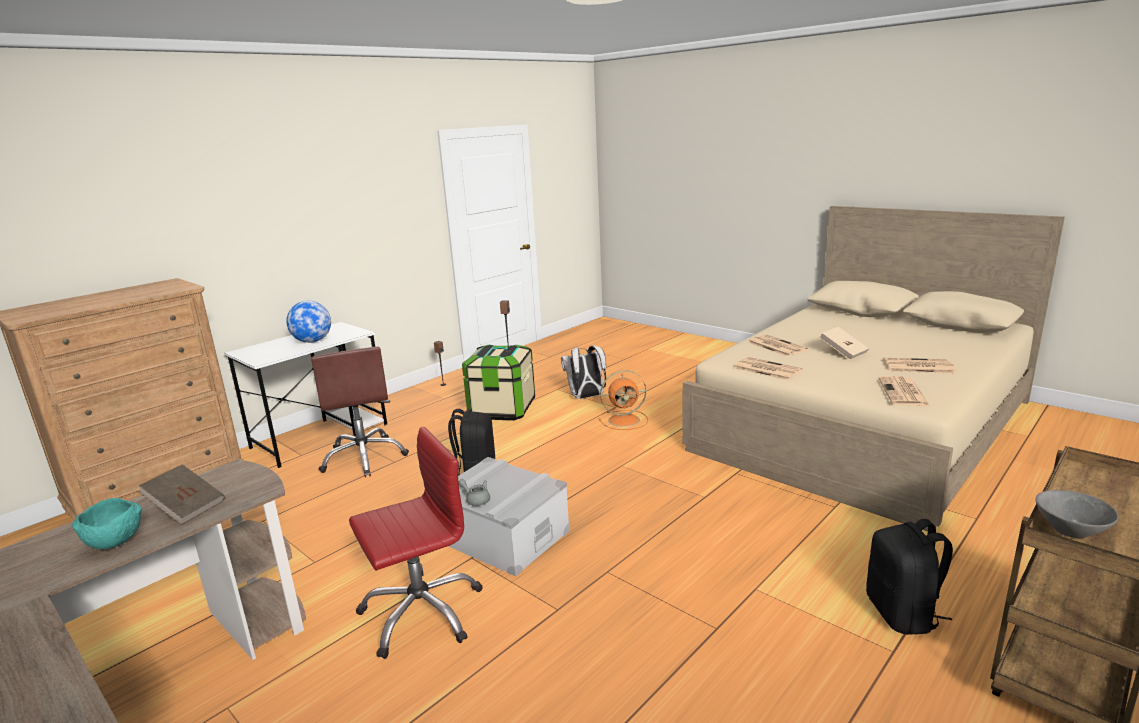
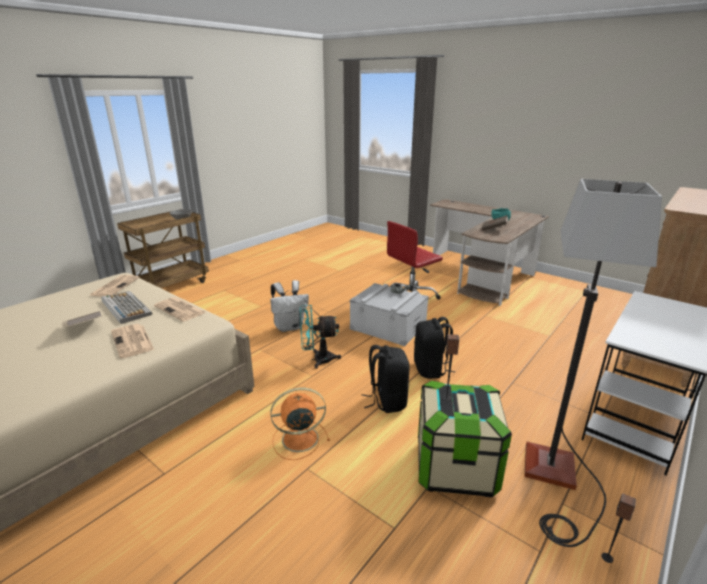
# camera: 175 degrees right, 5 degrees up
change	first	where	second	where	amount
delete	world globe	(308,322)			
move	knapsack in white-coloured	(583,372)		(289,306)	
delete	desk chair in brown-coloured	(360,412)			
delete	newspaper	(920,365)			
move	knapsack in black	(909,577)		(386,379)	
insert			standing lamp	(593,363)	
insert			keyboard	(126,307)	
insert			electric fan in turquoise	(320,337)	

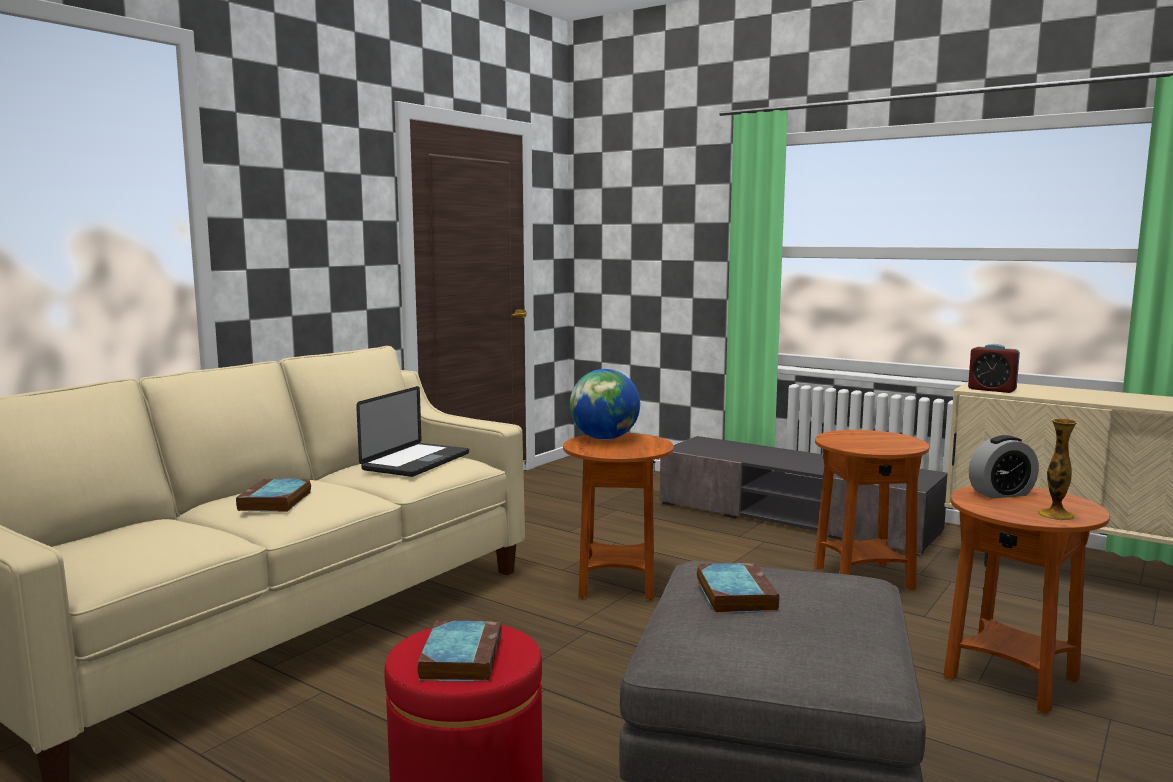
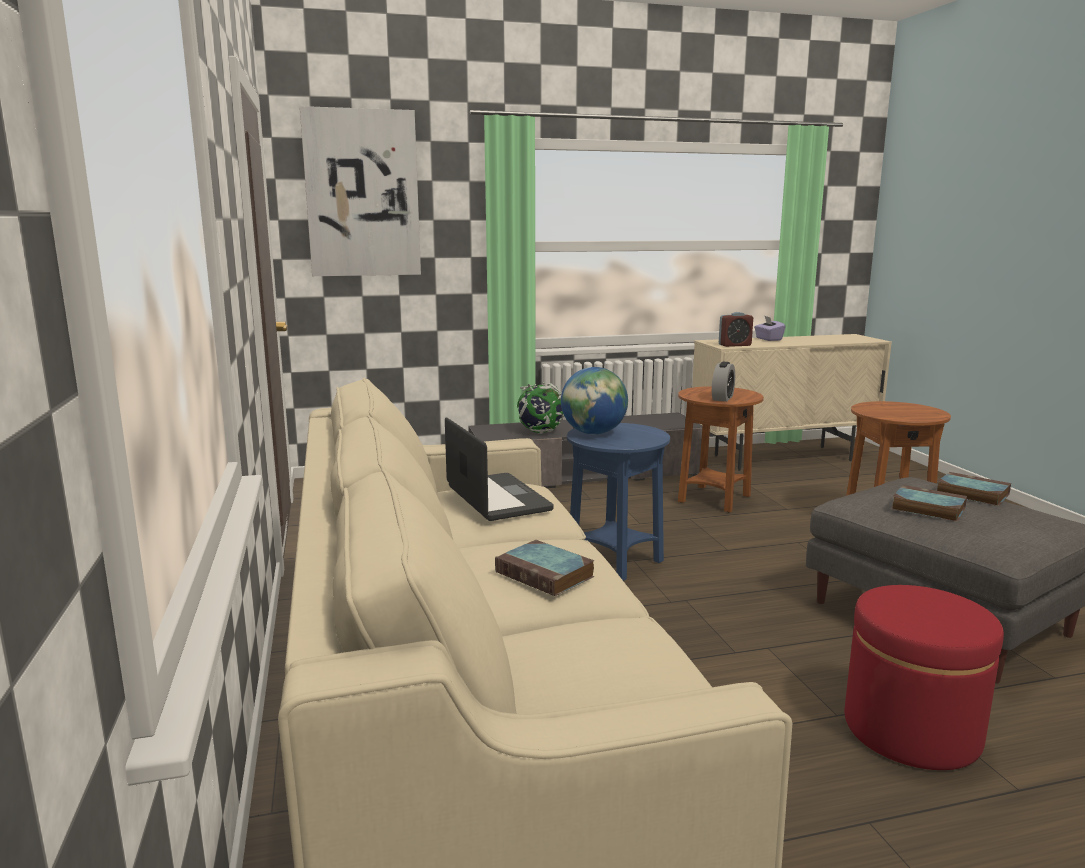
# camera: 50 degrees left, 5 degrees up
change	first	where	second	where	amount
delete	decorative vase	(1058,469)			
recolor	end table in brown-coloured	(618,516)	end table in bluish	(618,502)	
move	table clock	(1004,467)		(723,382)	
move	book	(459,651)		(974,489)	
insert			wall art	(360,191)	
insert			tissue holder in purple-coloured	(770,328)	
insert			world globe	(540,408)	

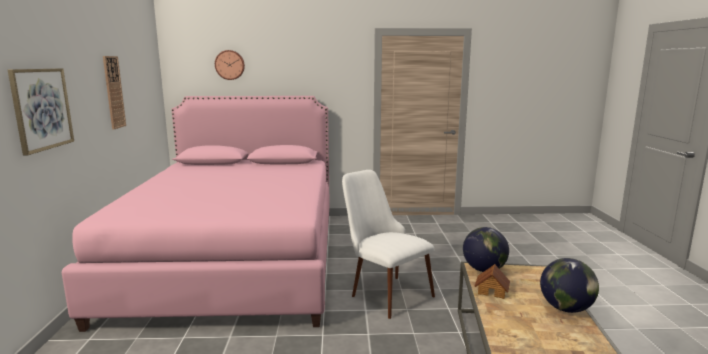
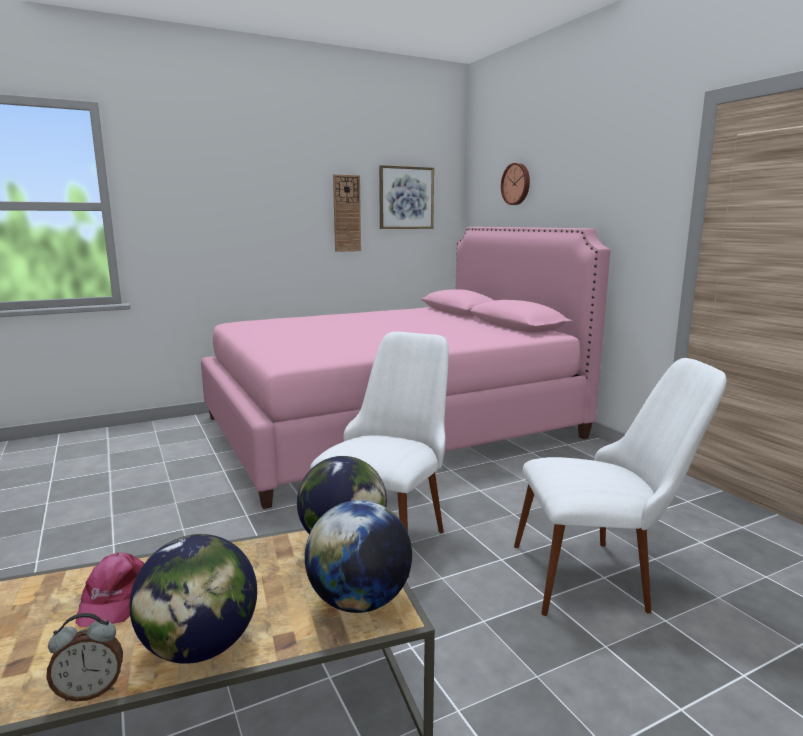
# camera: 65 degrees right, 0 degrees up
change	first	where	second	where	amount
move	wall art	(41,111)		(406,197)	
delete	model house	(492,281)			
insert			upright chair in white-coloured	(620,487)	
insert			world globe	(358,556)	
insert			cap in pink	(109,590)	
insert			table clock	(84,657)	

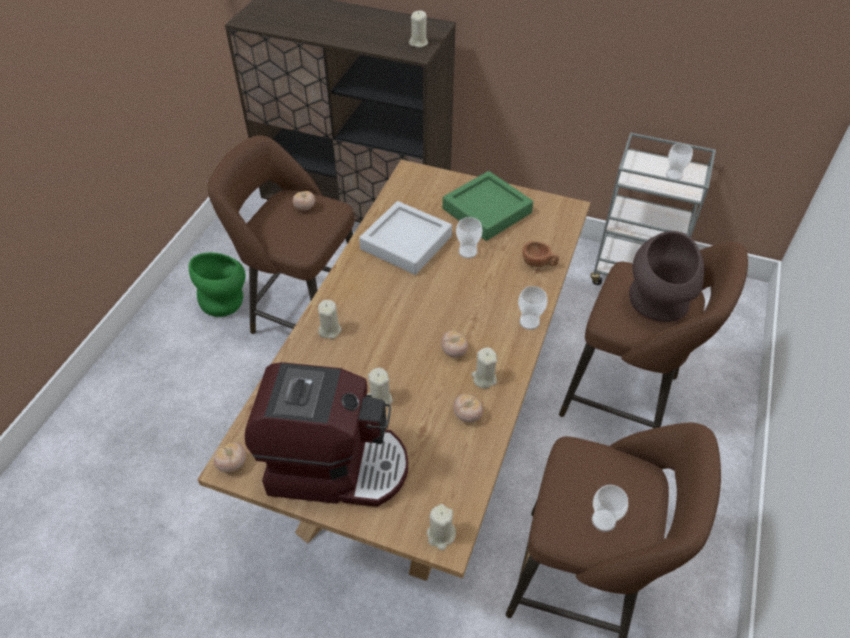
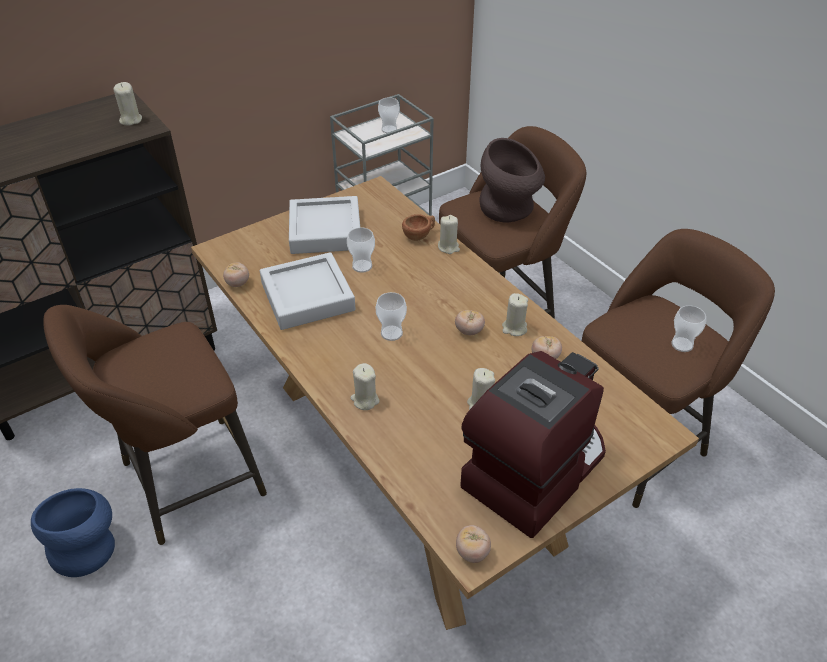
# camera: 55 degrees left, 5 degrees down
change	first	where	second	where	amount
recolor	serving tray in green-coloured	(487,206)	serving tray in greyish	(324,225)	
move	tomato	(304,201)		(236,274)	
recolor	decorative vase in green-coloured	(217,285)	decorative vase in bluish	(73,532)	
move	drinking cup	(533,308)		(391,316)	
move	wax candle in beige	(441,527)		(449,234)	

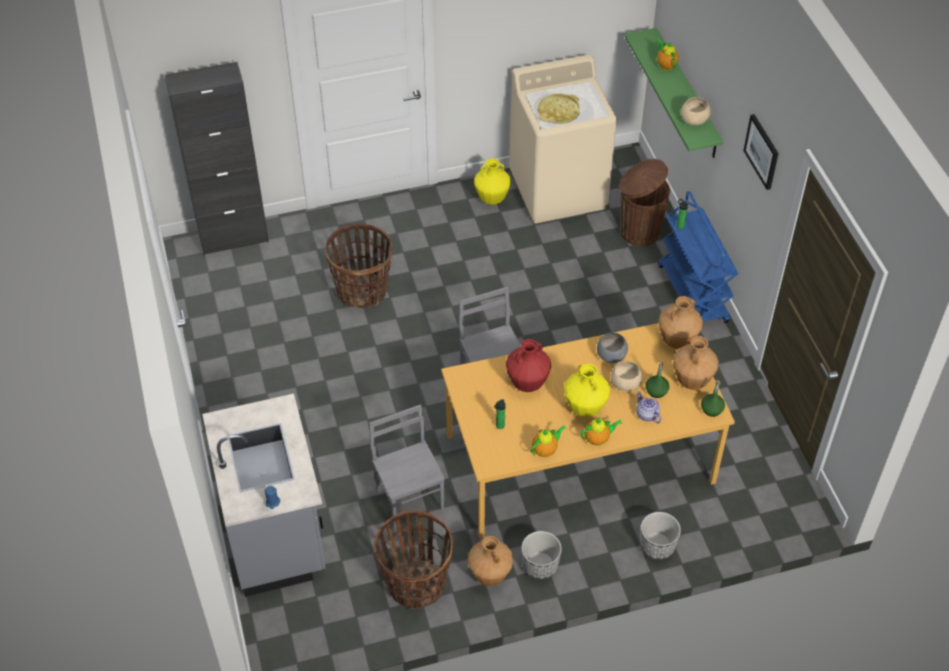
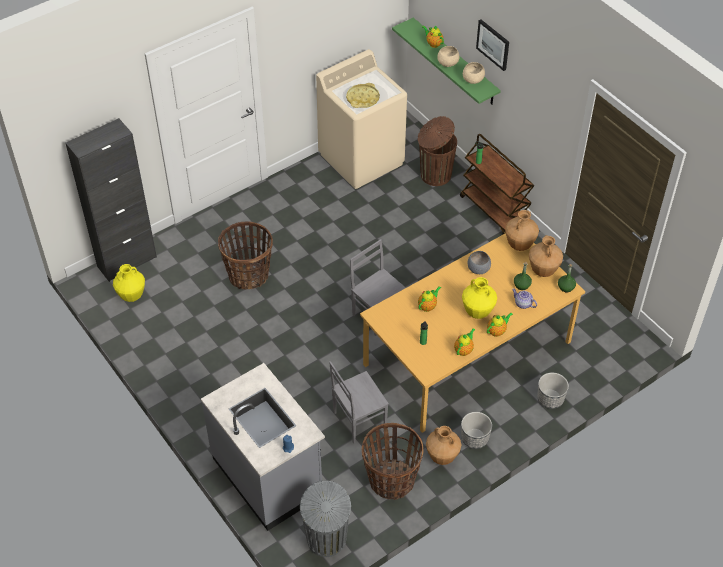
# camera: 20 degrees left, 0 degrees up
change	first	where	second	where	amount
move	wall art	(761,152)		(492,45)	
move	decorative vase in yellow-coloured	(492,181)		(129,283)	
recolor	cart in bluish	(698,257)	cart in brown-coloured	(497,184)	
replace	decorative vase in red-coloured	(528,365)	pot for tea	(429,299)	
move	serving bowl in beige	(626,376)		(448,56)	
rotate	upright chair in greyish	(407,466)		(359,402)	75 degrees counterclockwise
insert			rubbish bin in greyish	(325,518)	

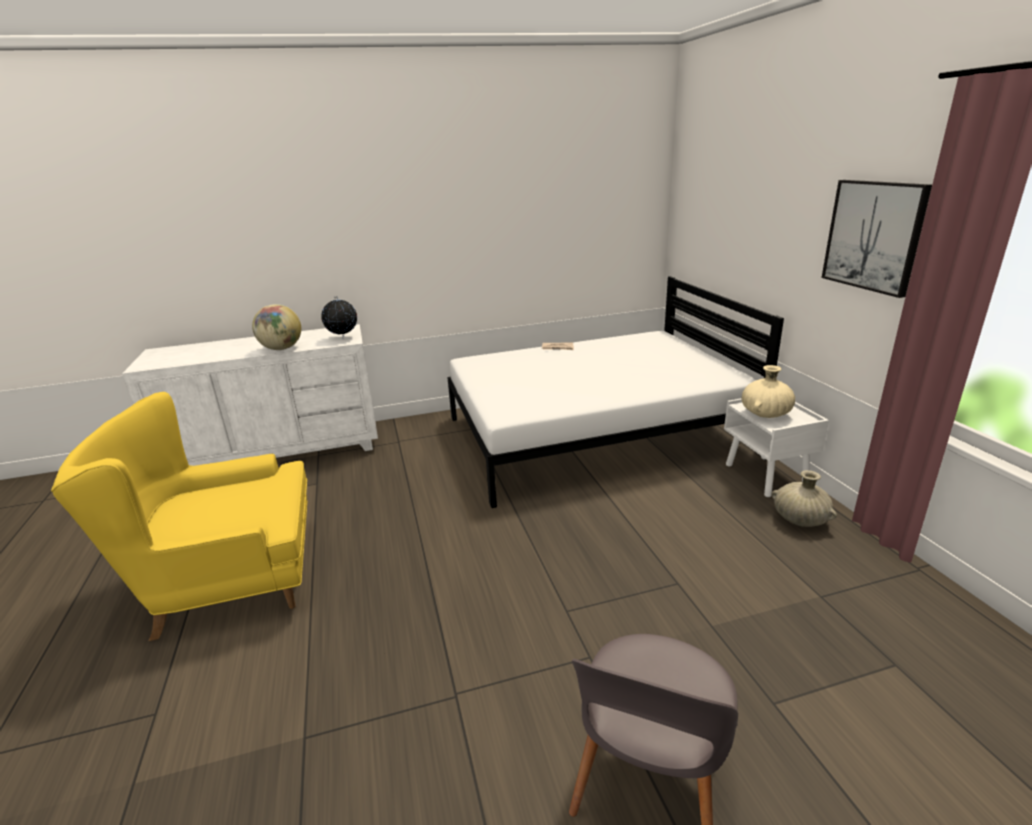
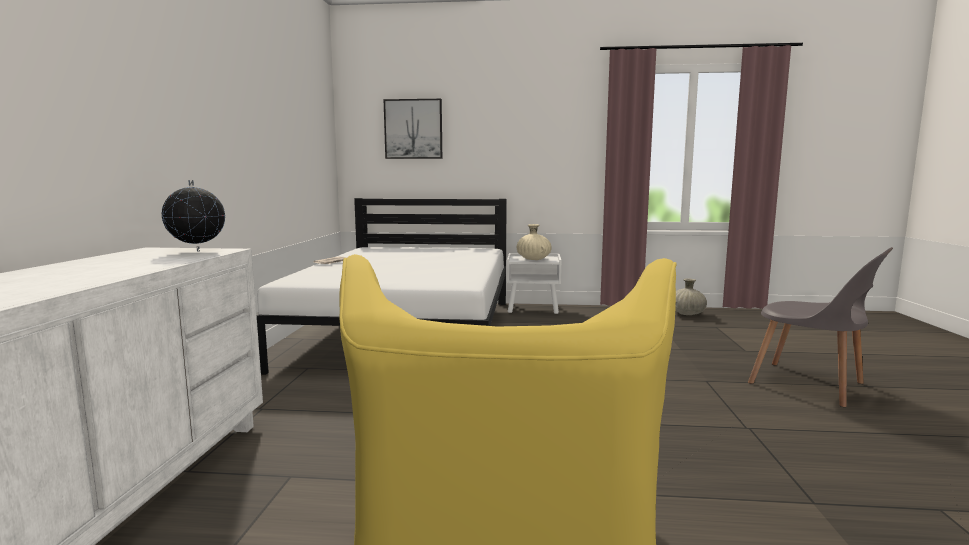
# camera: 70 degrees left, 15 degrees down
change	first	where	second	where	amount
move	wall art	(877,239)		(413,129)	
delete	world globe	(276,327)			
move	decorative vase in beige	(804,498)		(691,297)	

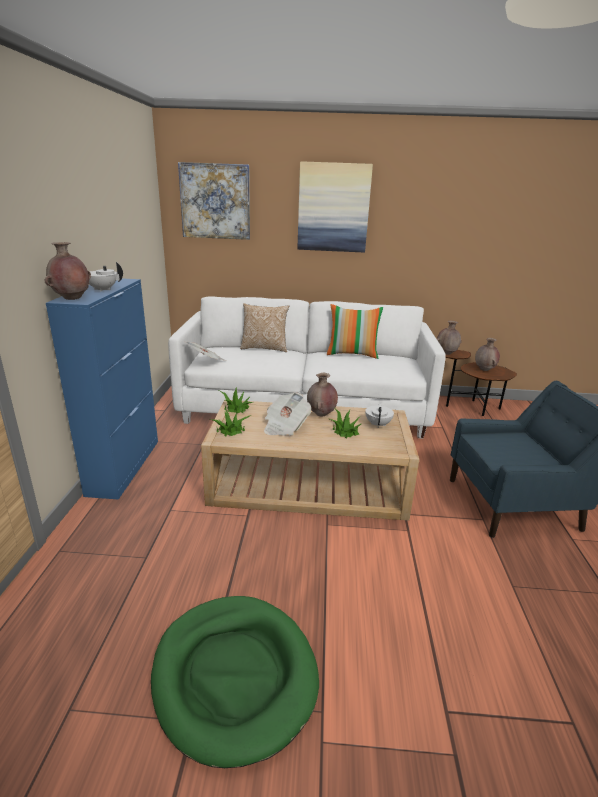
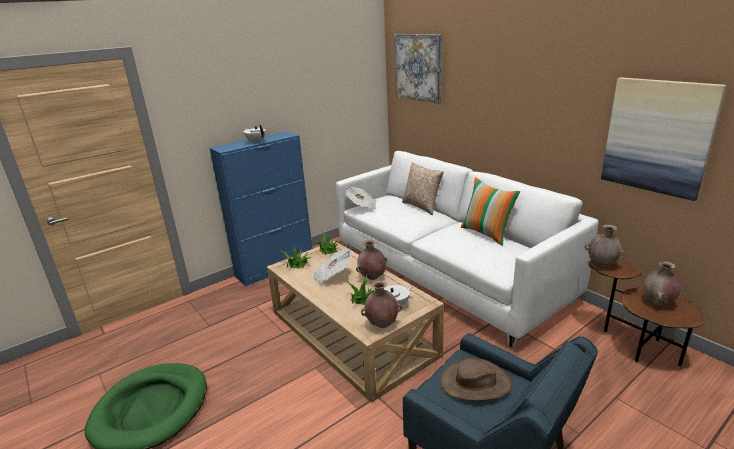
# camera: 50 degrees right, 0 degrees up
change	first	where	second	where	amount
move	wall art	(335,207)		(664,139)	
move	decorative vase in brown-coloured	(68,271)		(381,304)	
insert			clothing hat in brown-coloured	(476,379)	

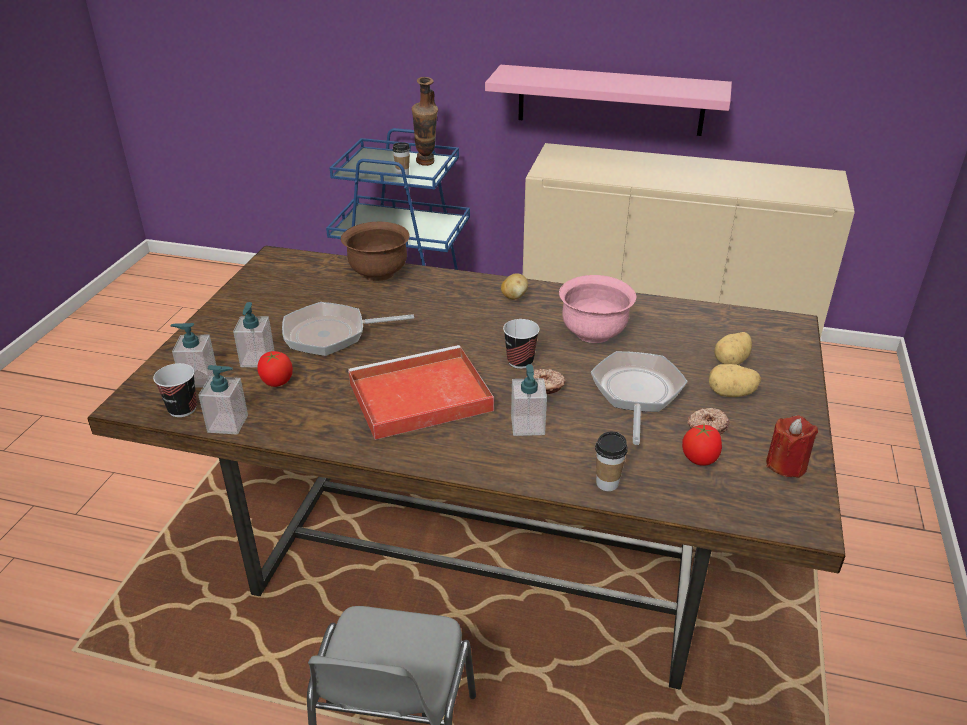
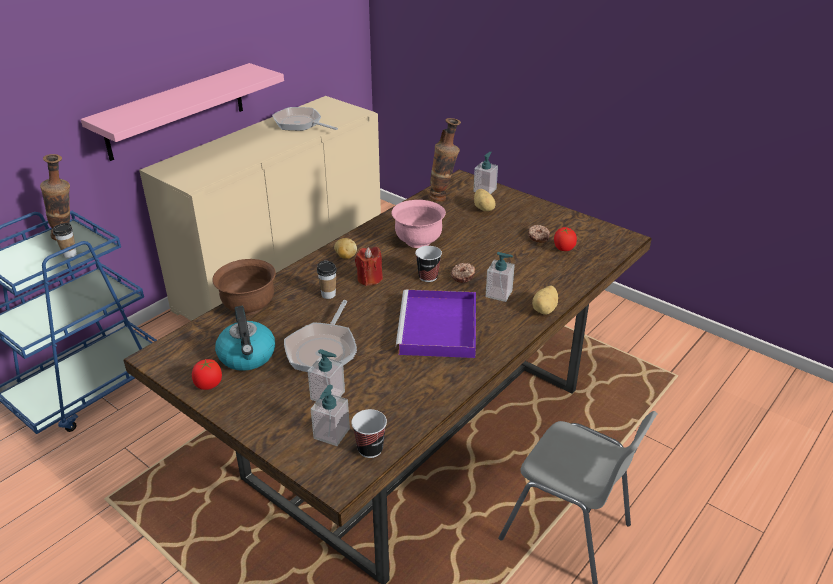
# camera: 65 degrees left, 0 degrees up
change	first	where	second	where	amount
recolor	serving tray in red-coloured	(421,392)	serving tray in purple-coloured	(436,323)	
move	tomato	(275,369)		(207,374)	
move	pan	(639,398)		(305,119)	
move	spud	(735,380)		(545,300)	
move	soap dispenser	(223,400)		(485,173)	
move	wax candle in red-coloured	(792,446)		(369,266)	
move	drinking cup	(611,461)		(327,280)	
insert			decorative vase	(444,159)	
insert			tea kettle	(245,338)	

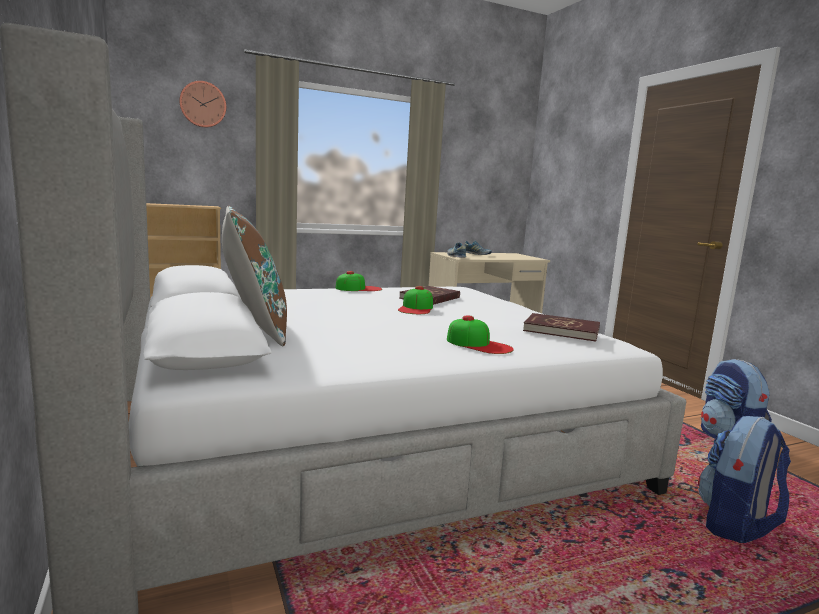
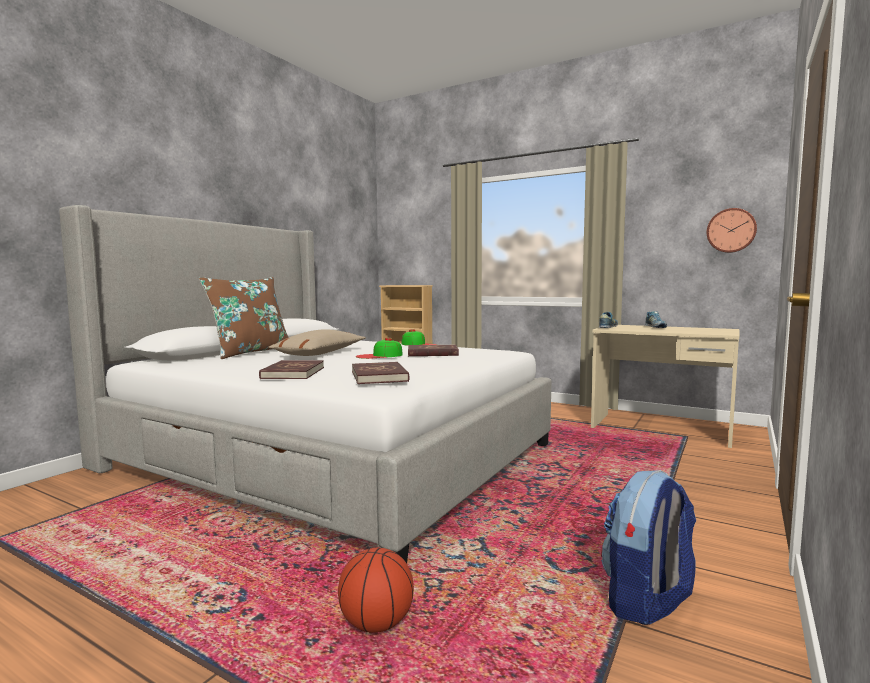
# camera: 55 degrees right, 5 degrees down
change	first	where	second	where	amount
move	wall clock	(202,104)		(732,230)	
replace	cap	(480,334)	book in red-coloured	(291,369)	
replace	knapsack	(744,479)	ball for basketball	(376,590)	
insert			throw pillow in beige	(317,342)	

